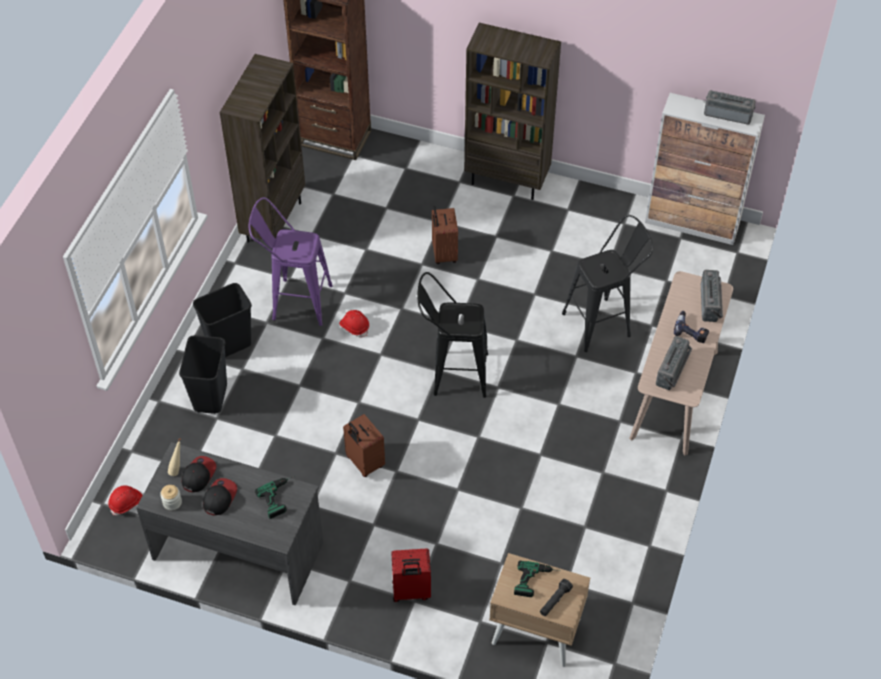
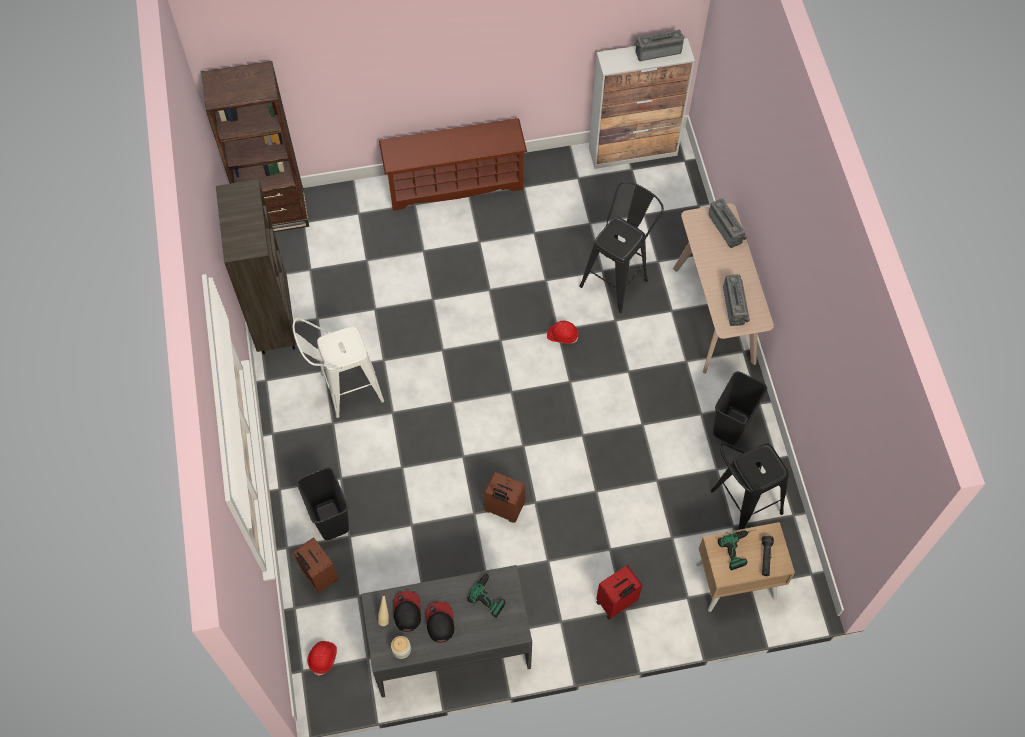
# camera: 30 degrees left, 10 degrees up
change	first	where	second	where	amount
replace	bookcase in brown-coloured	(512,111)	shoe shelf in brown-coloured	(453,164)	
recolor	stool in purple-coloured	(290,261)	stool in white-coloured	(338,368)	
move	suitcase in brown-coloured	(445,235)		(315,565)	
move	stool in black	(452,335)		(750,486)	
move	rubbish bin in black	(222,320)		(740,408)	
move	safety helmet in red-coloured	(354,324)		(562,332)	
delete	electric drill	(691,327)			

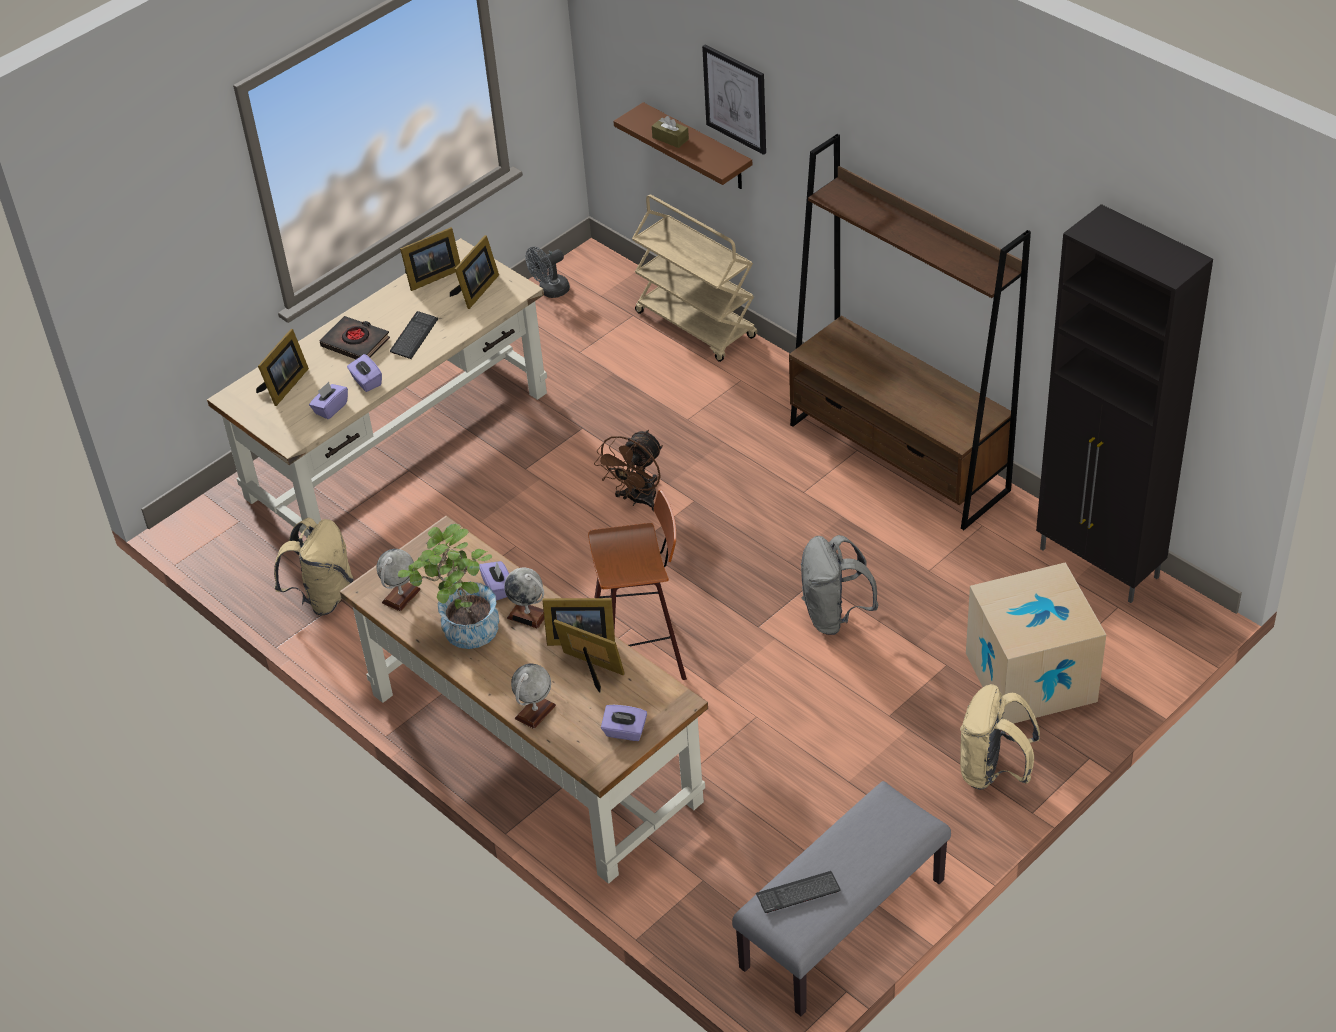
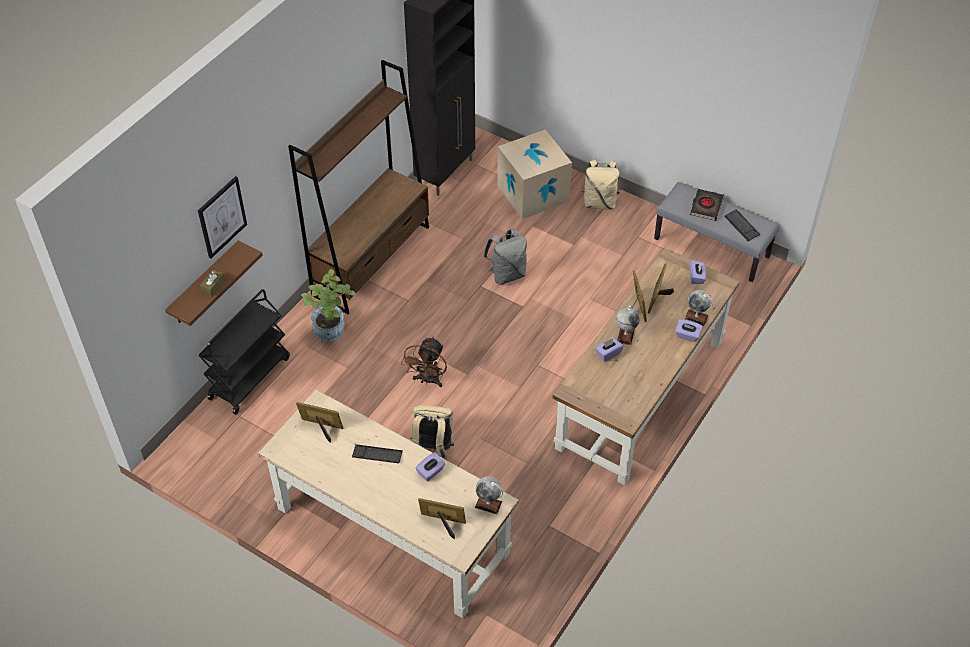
# camera: 105 degrees left, 5 degrees up
change	first	where	second	where	amount
recolor	cart in beige	(694,278)	cart in black	(244,352)	
delete	standing frame	(430,259)			
delete	electric fan in greyish	(547,272)			
move	book in black	(355,337)		(707,205)	
move	tissue holder in purple-coloured	(328,400)		(689,330)	
rotate	electric fan in brown-coloured	(628,470)		(424,361)	90 degrees clockwise
delete	stool	(637,585)			
move	knapsack in beige	(314,566)		(432,432)	
move	houseplant	(448,586)		(328,305)	
move	world globe	(398,580)		(489,495)	

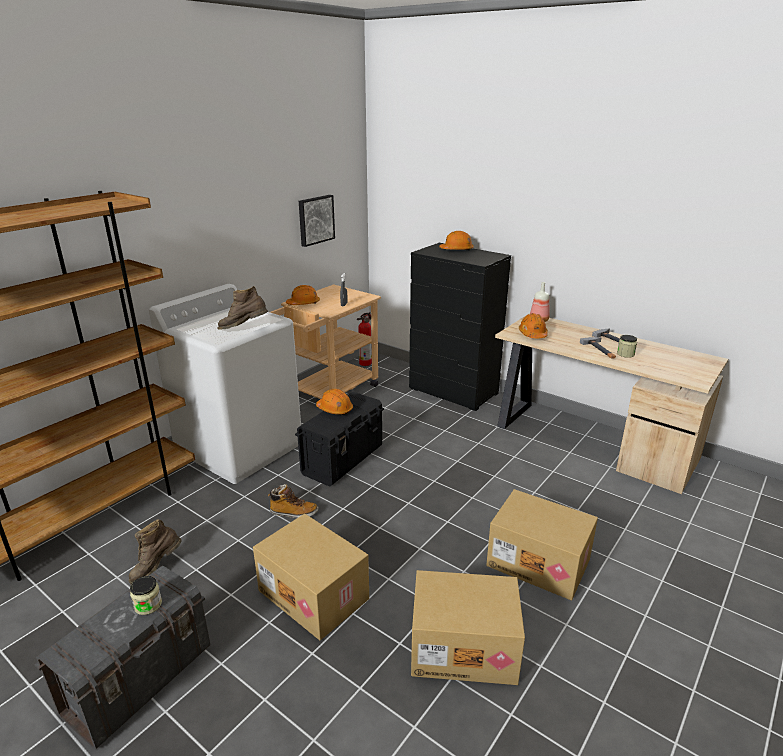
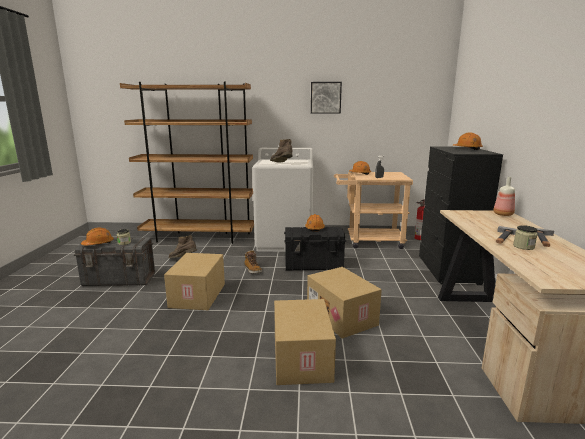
# camera: 55 degrees right, 10 degrees down
change	first	where	second	where	amount
move	wall art	(317,221)		(326,98)	
move	safety helmet in orange-coloured	(533,325)		(97,236)	
move	cardboard box	(468,627)		(344,303)	

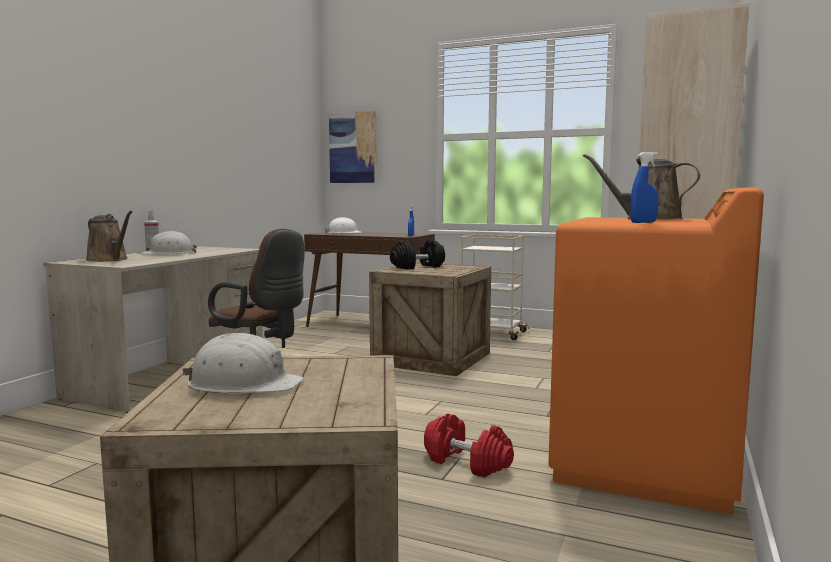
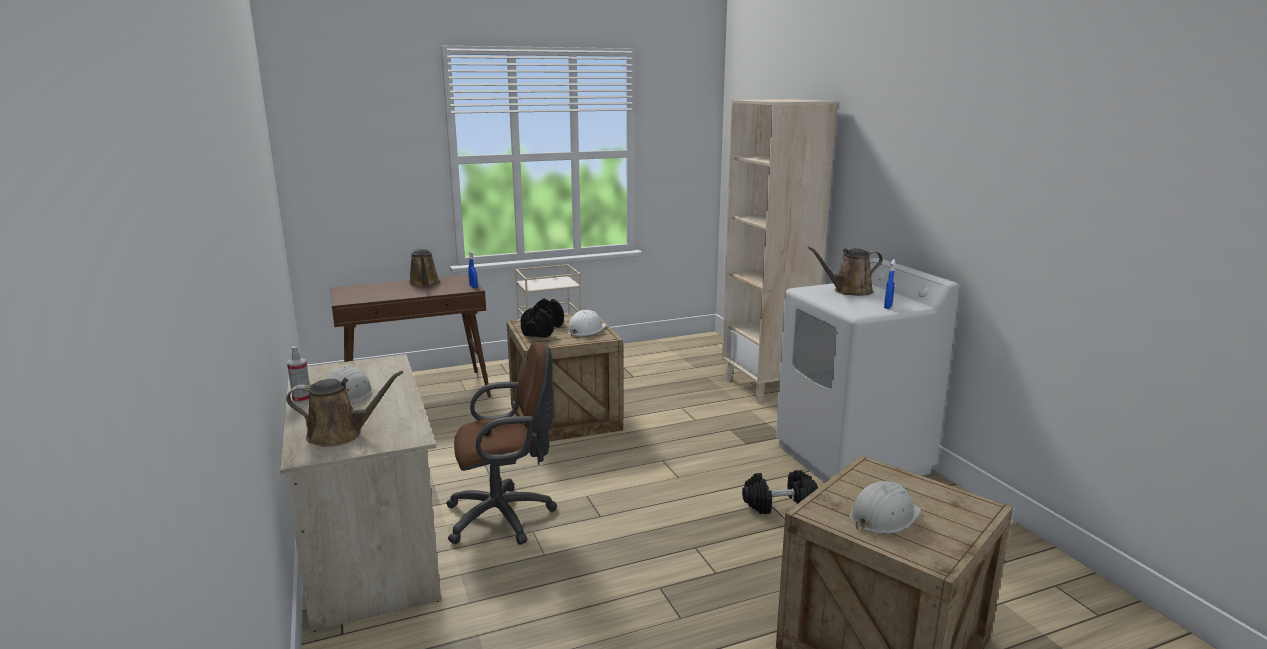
# camera: 45 degrees left, 10 degrees up
change	first	where	second	where	amount
delete	wall art	(353,146)			
recolor	washing machine in orange-coloured	(656,351)	washing machine in white-coloured	(867,370)	
move	safety helmet in white-coloured	(343,225)		(586,323)	
recolor	dumbbell in red-coloured	(469,445)	dumbbell in black	(780,492)	
insert			watering can in brown-coloured	(424,267)	

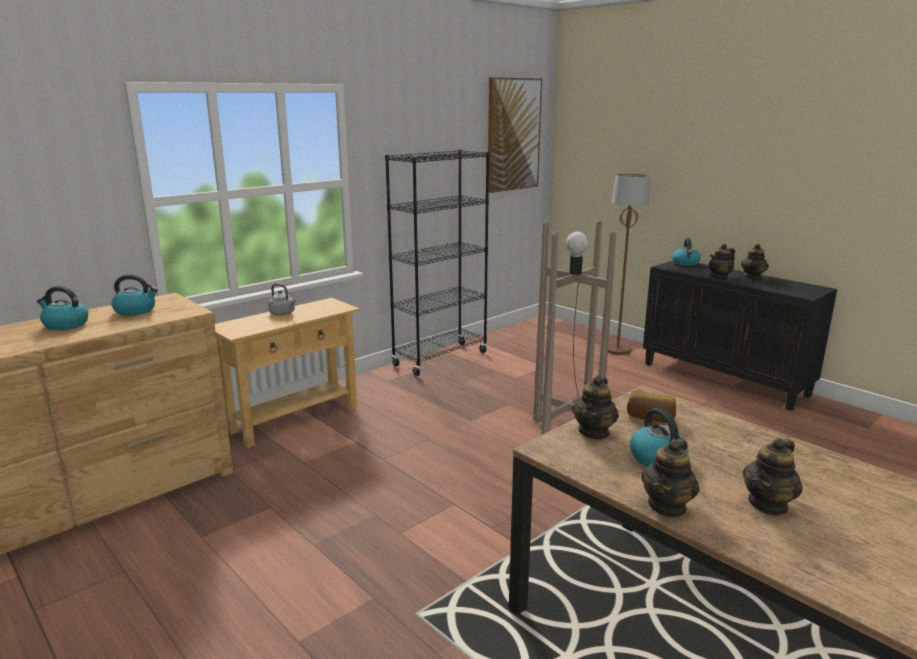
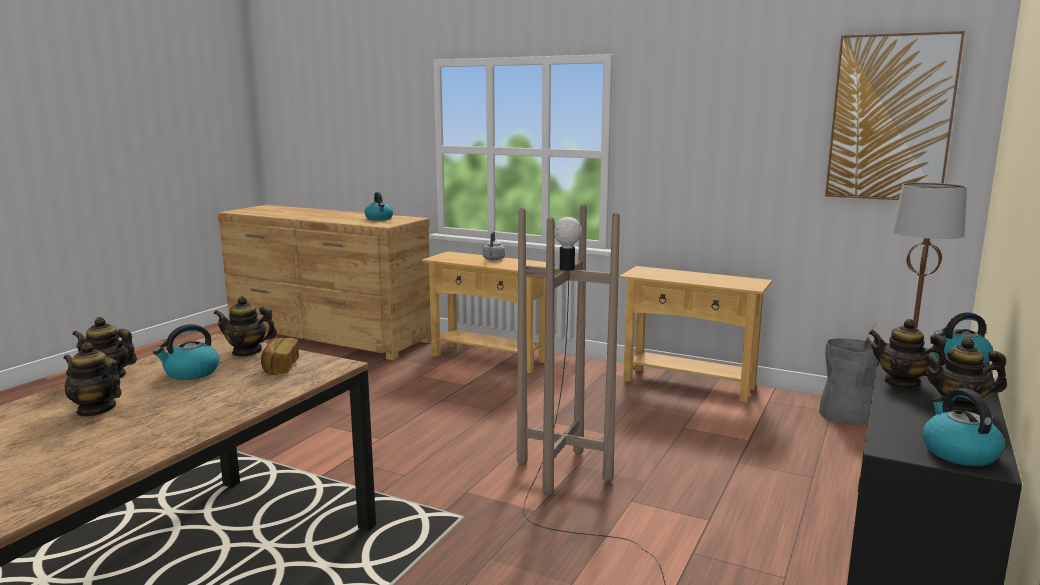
# camera: 70 degrees right, 5 degrees down
change	first	where	second	where	amount
replace	bookcase in black	(437,263)	narrow table in beige	(695,334)	
move	tea kettle	(62,308)		(963,427)	
insert			rubbish bin in greyish	(848,373)	

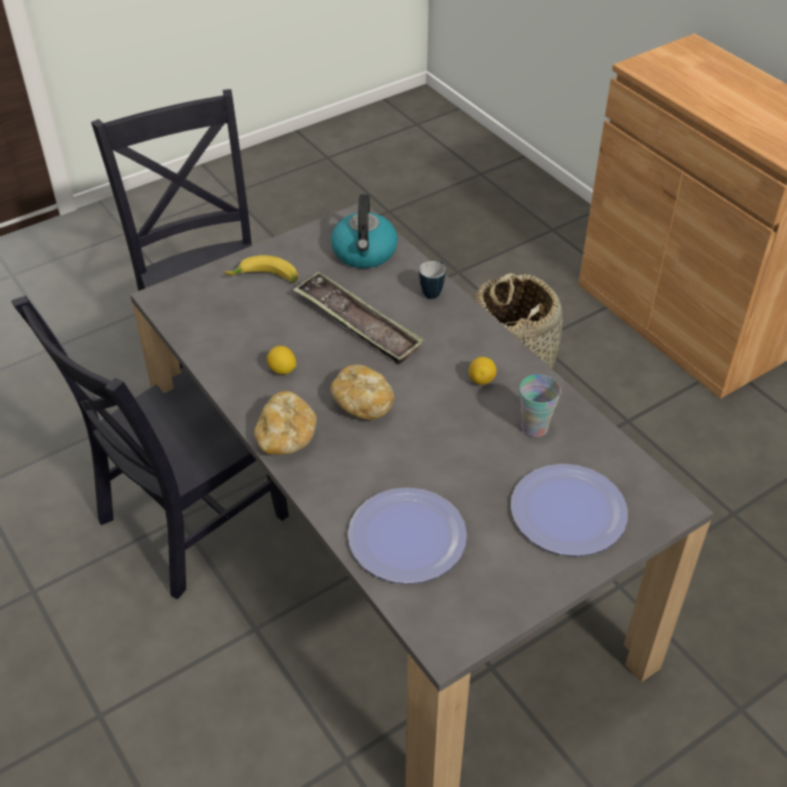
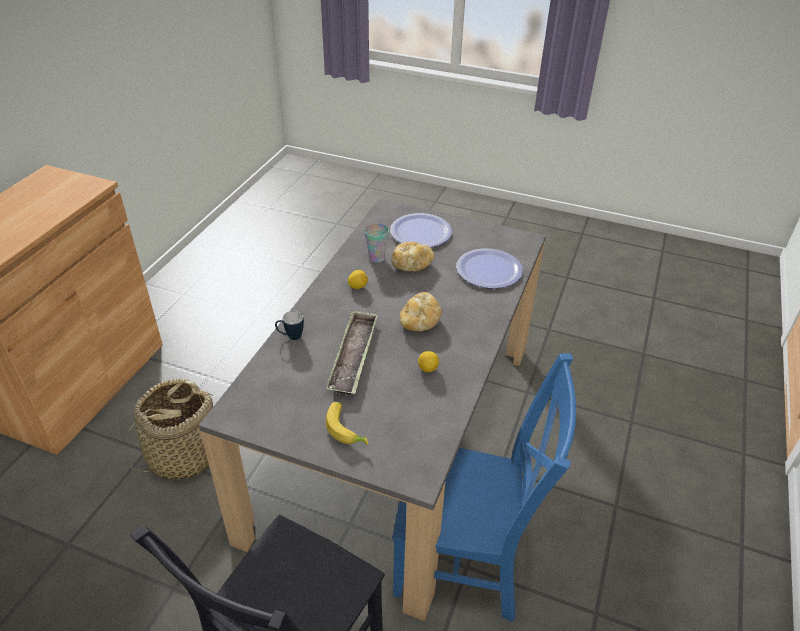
# camera: 125 degrees left, 5 degrees down
change	first	where	second	where	amount
delete	tea kettle	(364,231)			
recolor	upright chair in black	(150,447)	upright chair in bluish	(484,487)	
move	bread	(285,423)		(413,256)	

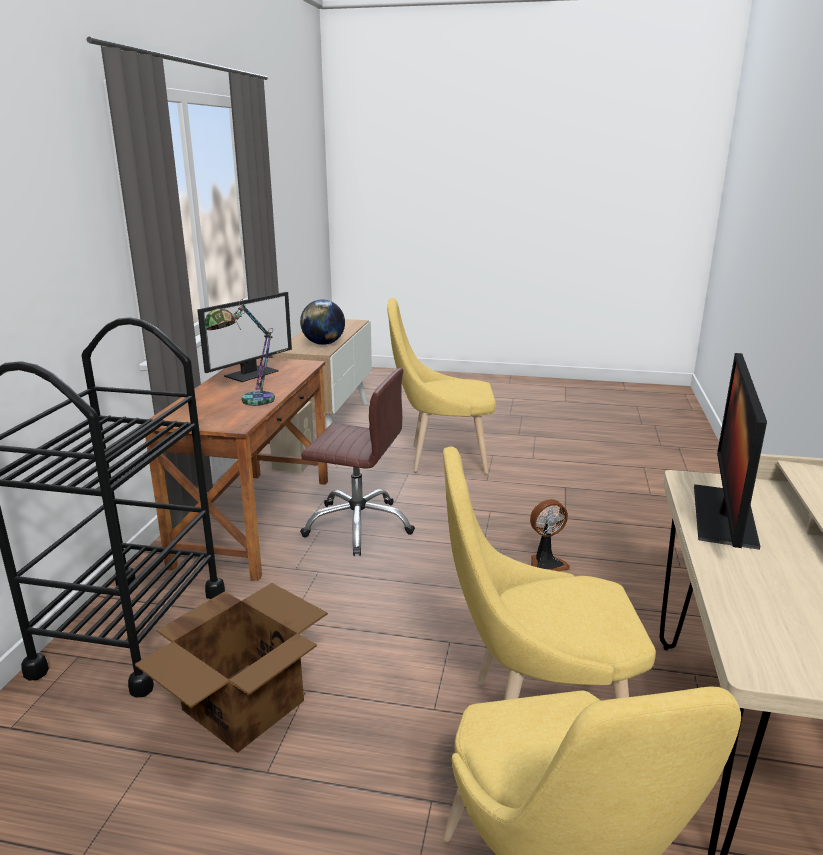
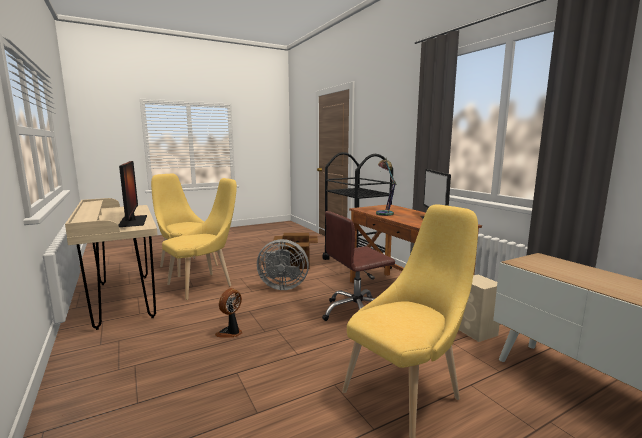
# camera: 140 degrees right, 10 degrees down
change	first	where	second	where	amount
delete	world globe	(322,322)			
insert			electric fan in greyish	(283,264)	

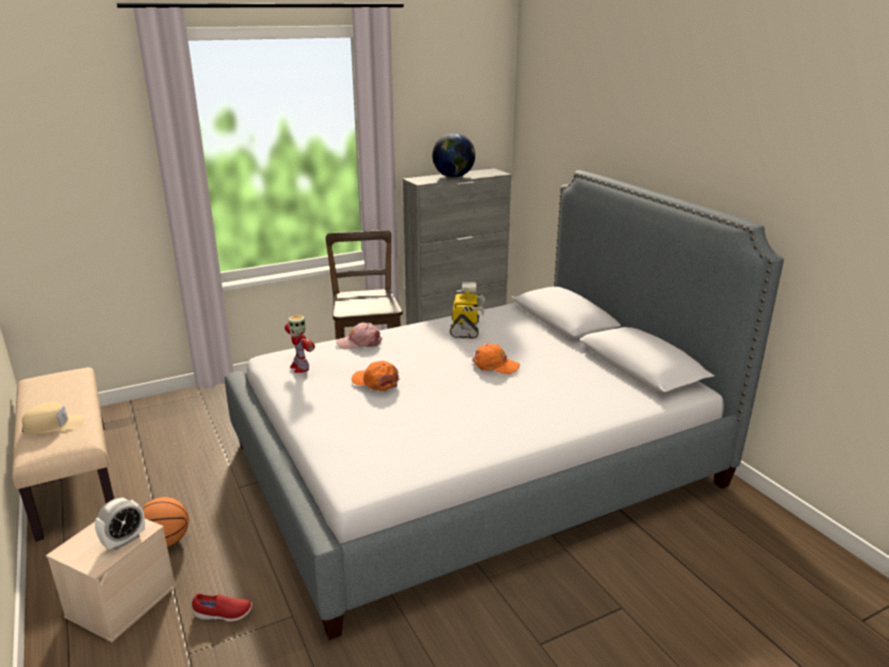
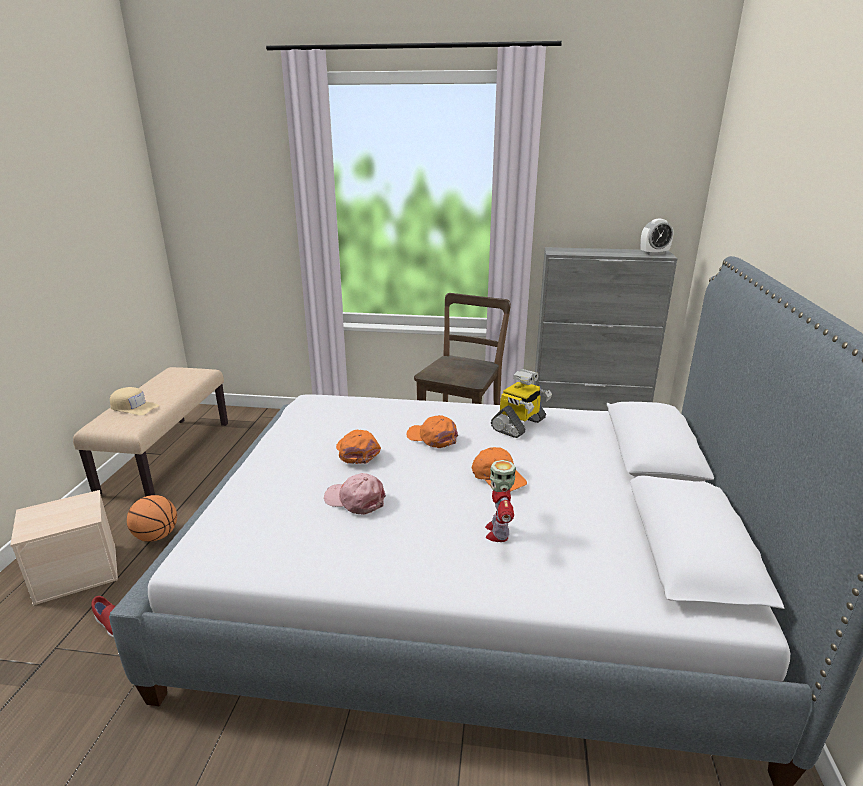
# camera: 35 degrees right, 0 degrees up
change	first	where	second	where	amount
delete	world globe	(453,155)			
move	toy robot	(300,344)		(500,501)	
move	cap in pink	(359,336)		(355,494)	
move	table clock	(120,524)		(657,237)	
insert			cap in orange-coloured	(432,431)	

